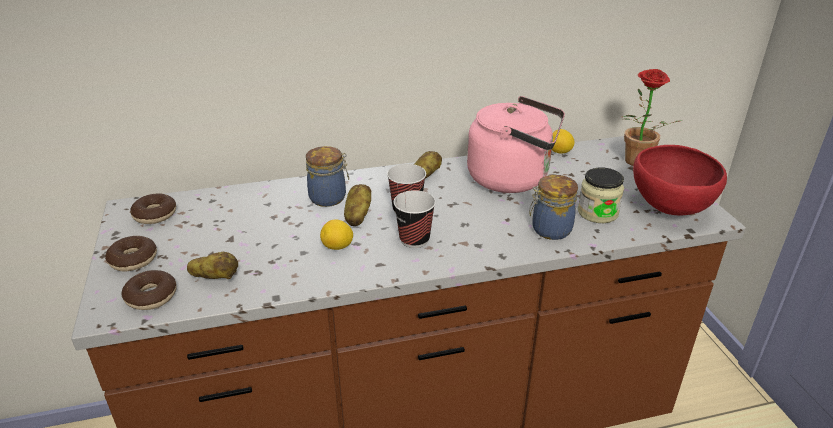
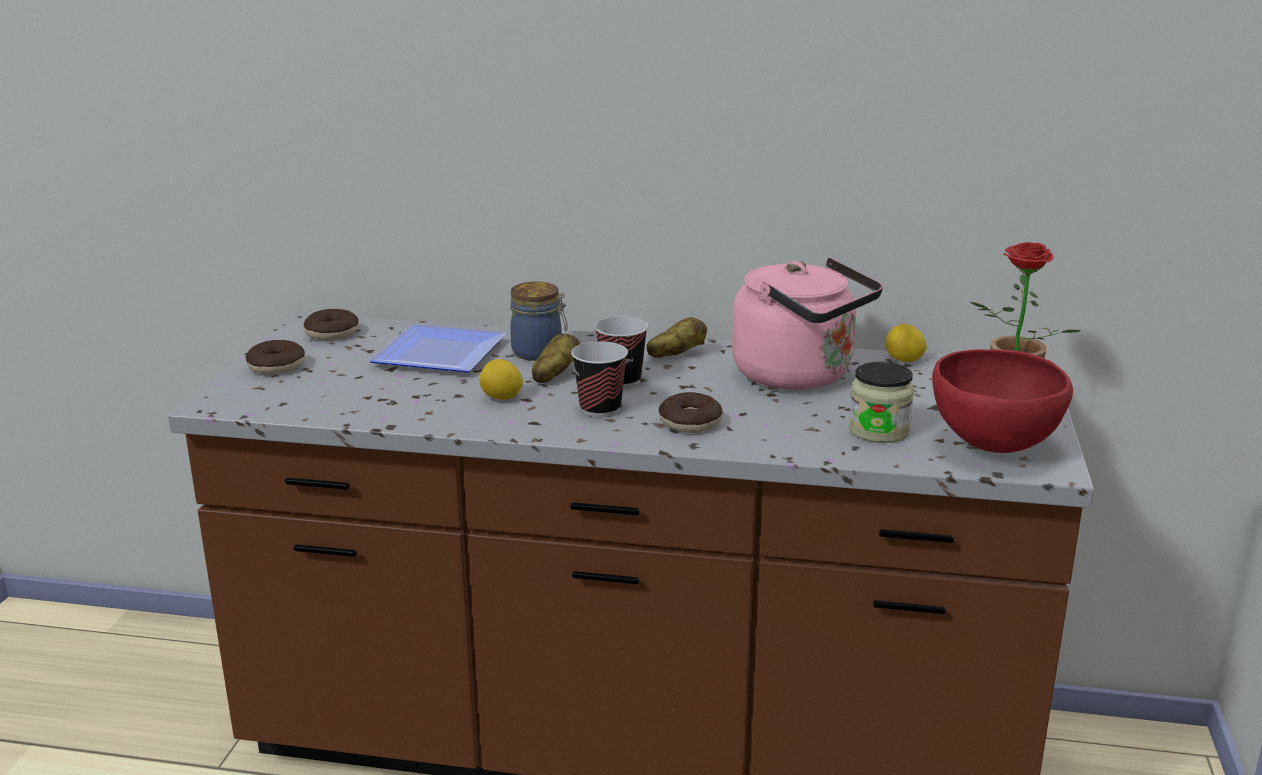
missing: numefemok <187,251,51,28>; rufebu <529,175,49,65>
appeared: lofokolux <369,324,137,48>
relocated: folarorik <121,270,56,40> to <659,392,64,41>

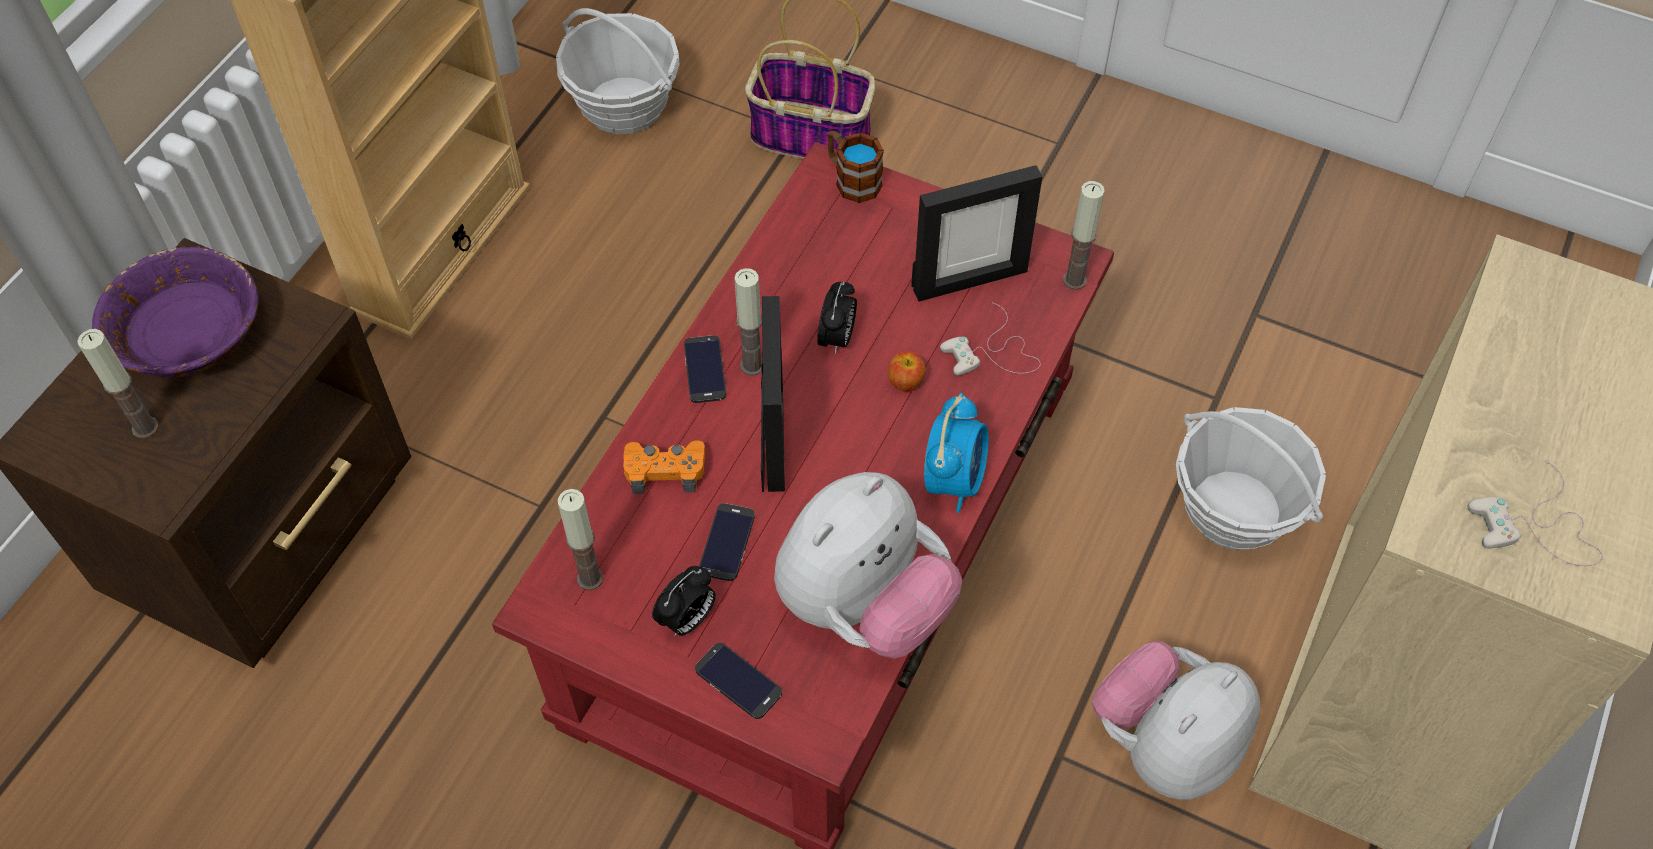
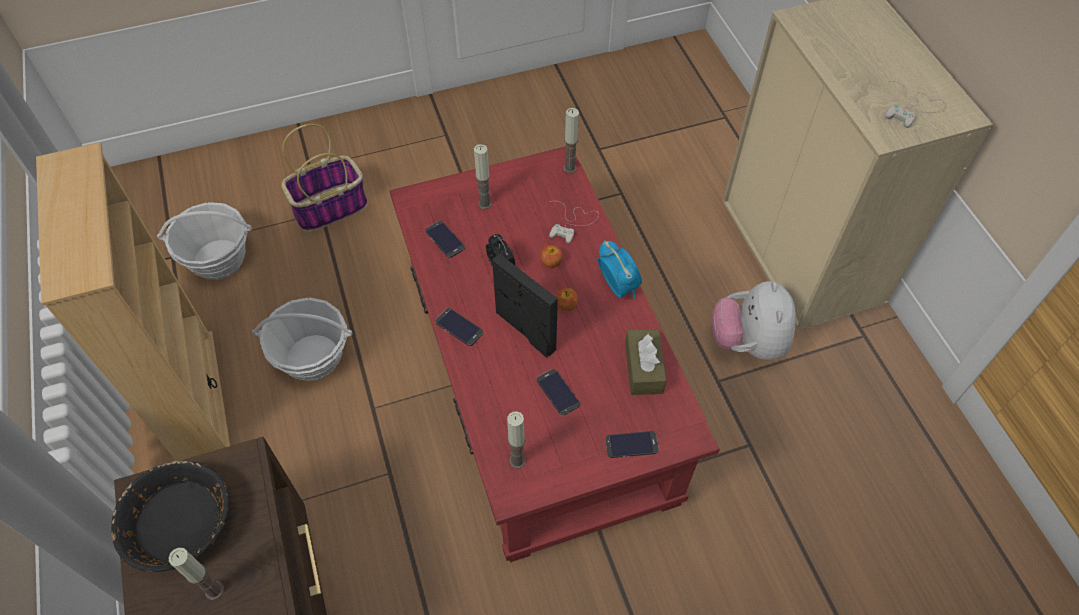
missing: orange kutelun <623,440,82,54>; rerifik <652,566,64,70>; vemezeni <827,131,57,72>; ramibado <911,165,131,137>
appeared: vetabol <425,221,40,37>; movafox <556,288,22,23>
relocated: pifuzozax <734,268,29,108> to <474,144,18,65>; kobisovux <1176,407,150,143> to <252,297,100,84>
exchanged: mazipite <774,472,188,187> to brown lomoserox <625,329,41,66>
colour: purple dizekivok <92,247,167,130> to black dizekivok <111,461,118,111>

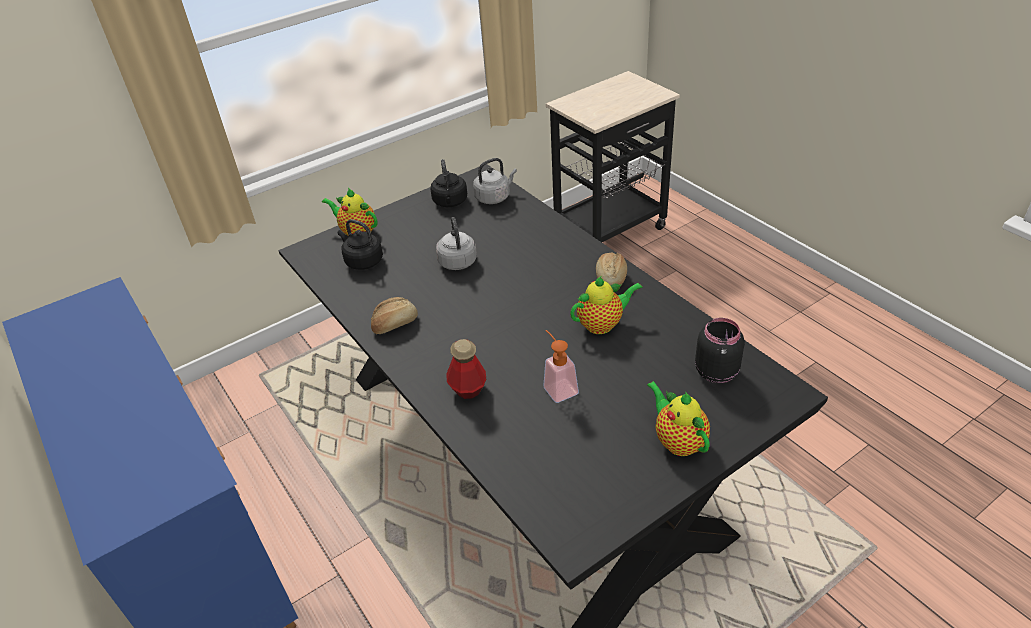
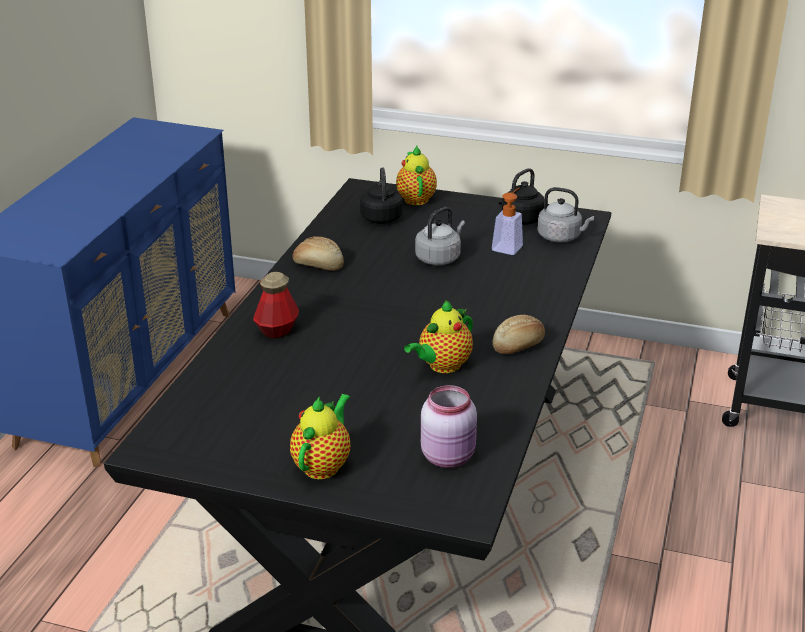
relocated: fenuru <543,330,36,73> to <492,188,31,67>
colour: black rufebu <695,318,50,65> to pink rufebu <421,385,56,83>
spun: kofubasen <570,276,73,58> = <404,300,69,73> 105 degrees clockwise

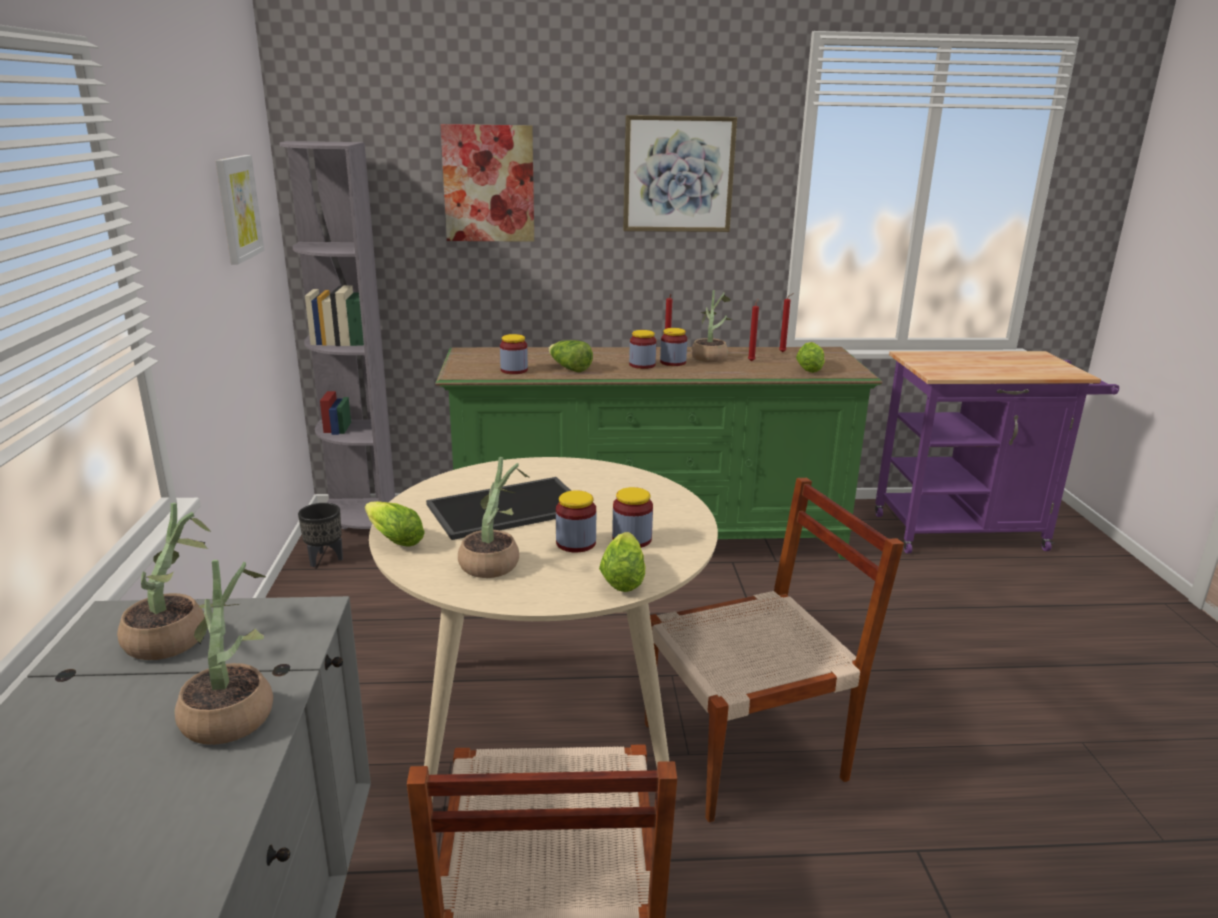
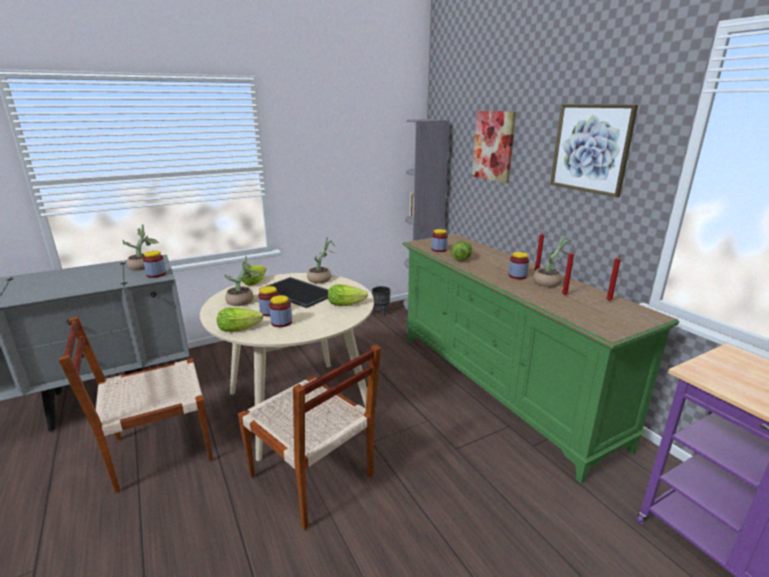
missing: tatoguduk <216,155,48,110>
relocated: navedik <174,560,99,185> to <307,237,29,47>; rufebu <629,330,27,39> to <143,251,23,27>; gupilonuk <796,342,29,31> to <328,284,40,22>

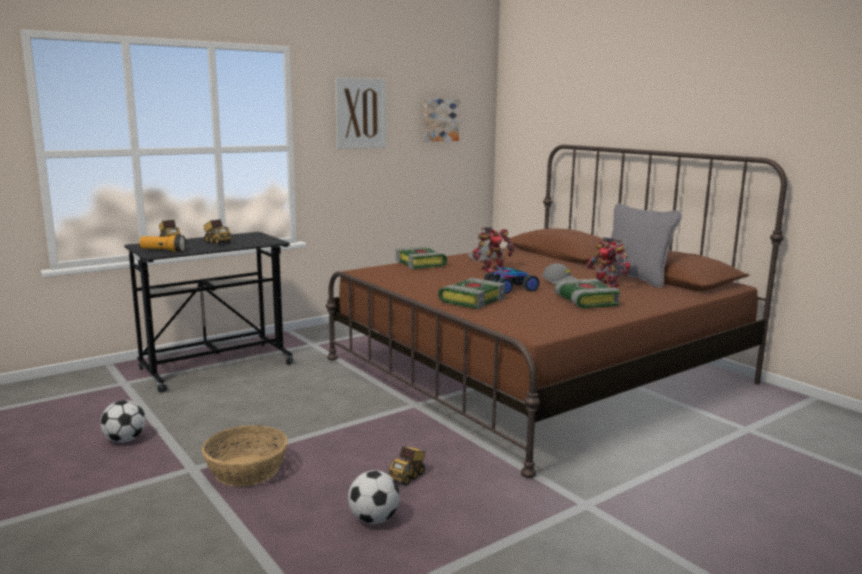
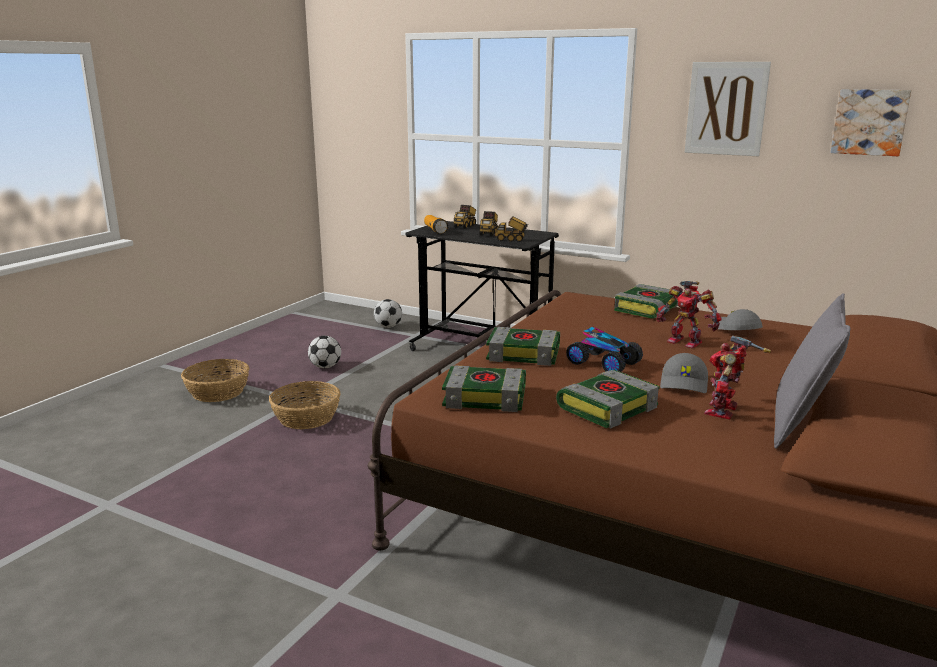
appeared: kobisovux <181,359,68,43>; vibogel <442,365,84,47>
relocated: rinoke <348,470,52,54> to <374,299,28,29>; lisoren <388,446,38,40> to <495,217,33,25>

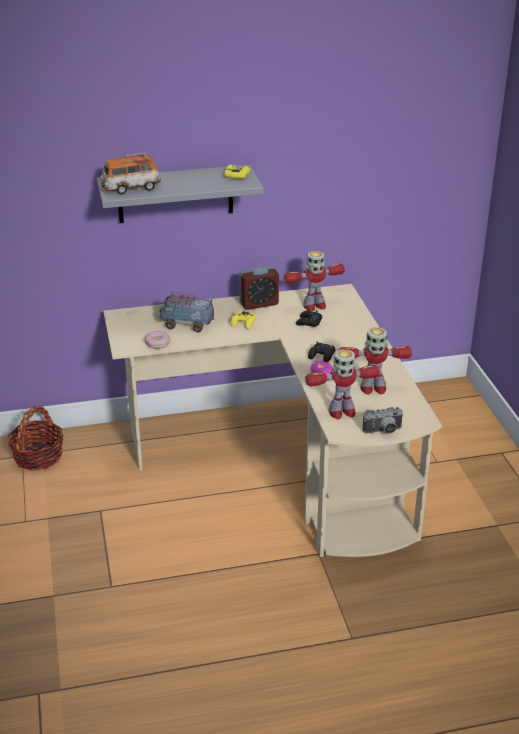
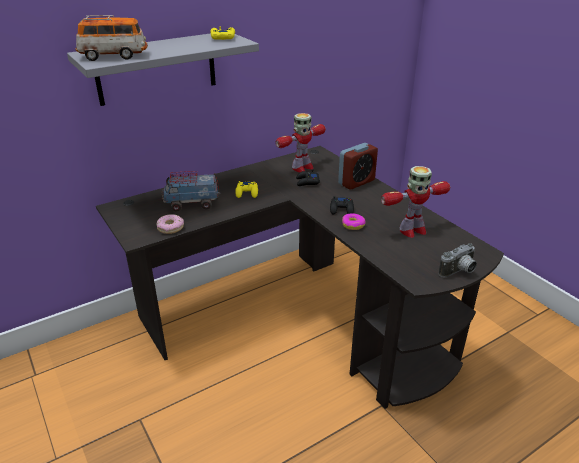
missing: kobisovux <8,406,55,65>; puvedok <305,349,75,70>
relocated: rerifik <239,266,40,44> to <338,143,40,46>
colour: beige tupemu <103,284,339,273> to black tupemu <96,146,408,263>
spun: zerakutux <101,153,60,41> = <75,15,73,46> 150 degrees counterclockwise

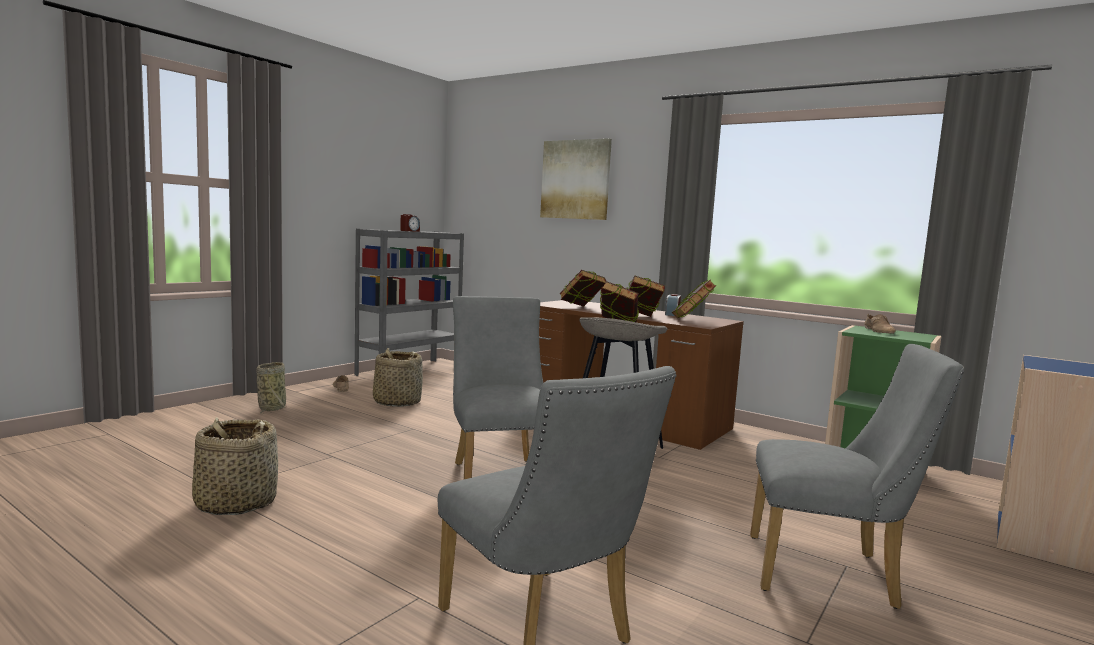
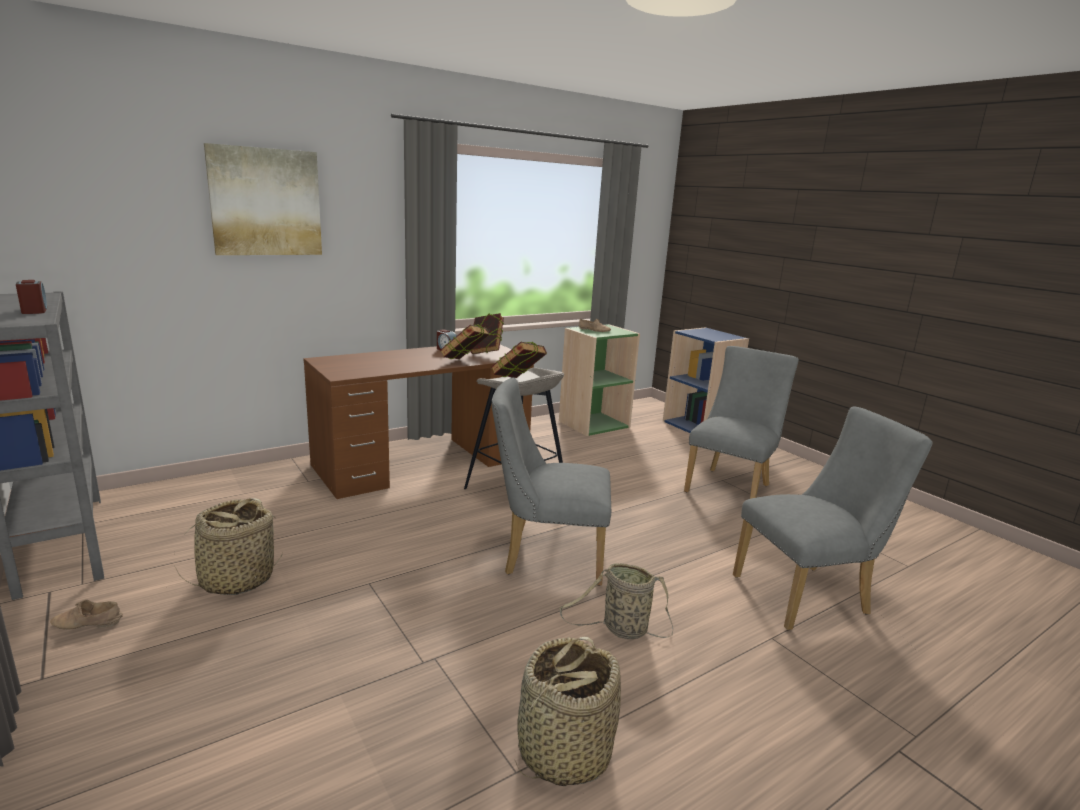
missing: vibogel <560,270,46,37>
relocated: kobisovux <256,362,30,52> to <559,563,114,76>

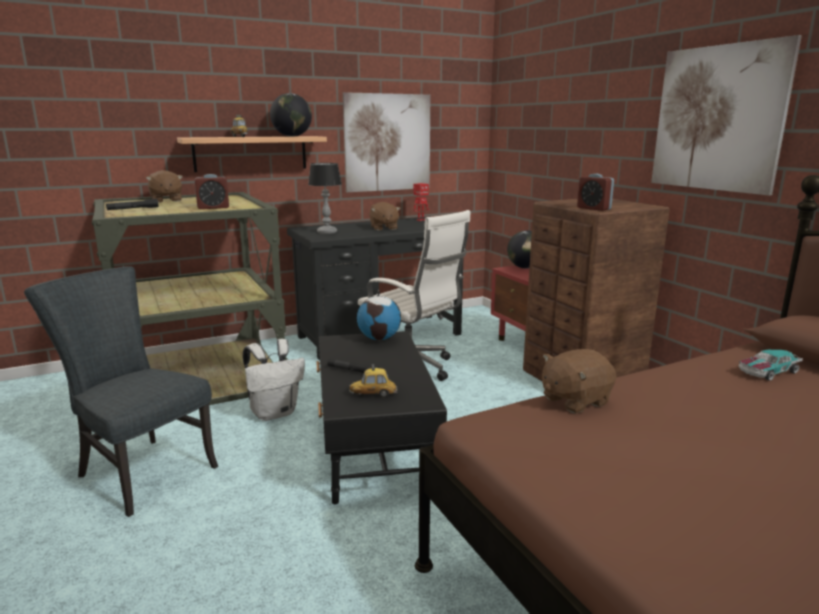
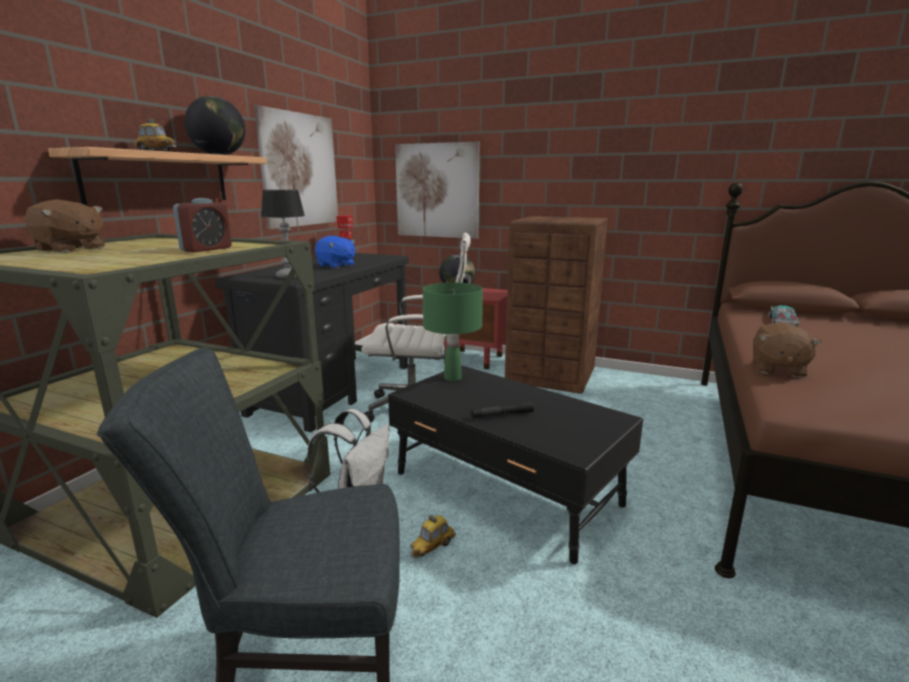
missing: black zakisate <106,199,52,11>; rerifik <577,174,37,37>
relocated: zerakutux <349,364,49,33> to <410,515,46,44>; tatoguduk <651,35,151,160> to <395,142,85,97>
exchanged: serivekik <357,290,44,50> to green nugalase <423,282,60,99>
colour: brown mazipite <369,202,32,28> to blue mazipite <315,236,40,32>

